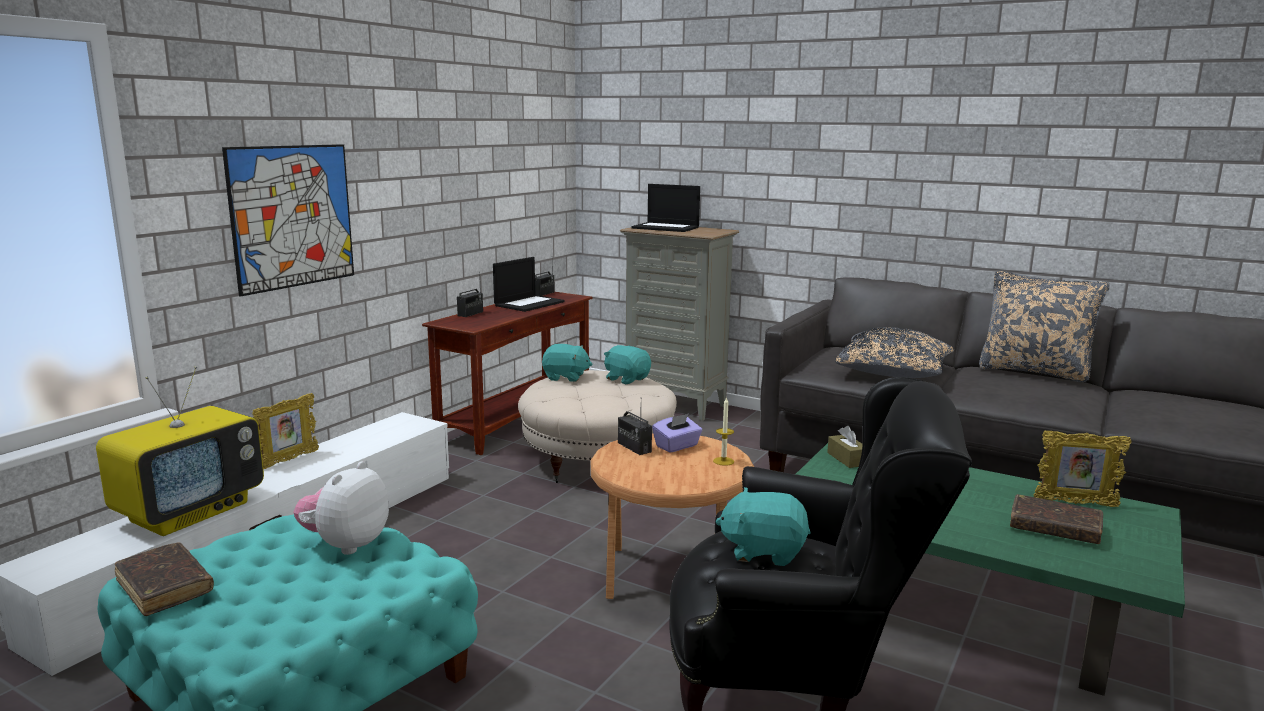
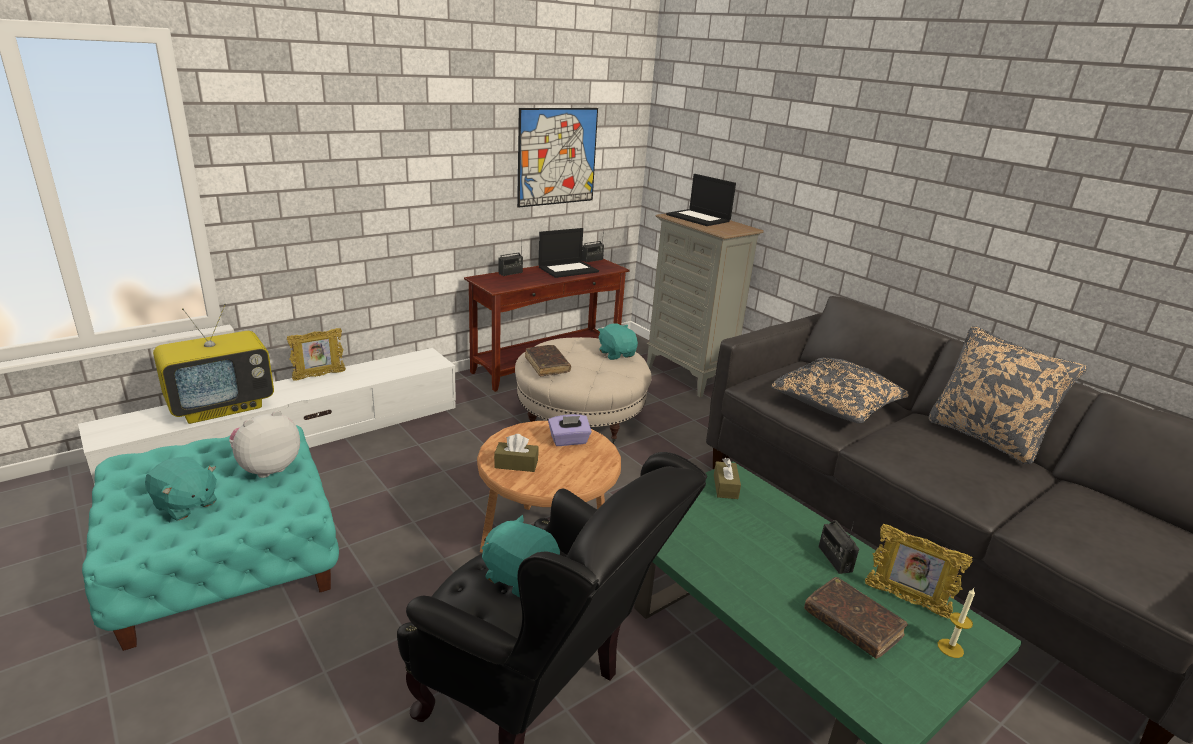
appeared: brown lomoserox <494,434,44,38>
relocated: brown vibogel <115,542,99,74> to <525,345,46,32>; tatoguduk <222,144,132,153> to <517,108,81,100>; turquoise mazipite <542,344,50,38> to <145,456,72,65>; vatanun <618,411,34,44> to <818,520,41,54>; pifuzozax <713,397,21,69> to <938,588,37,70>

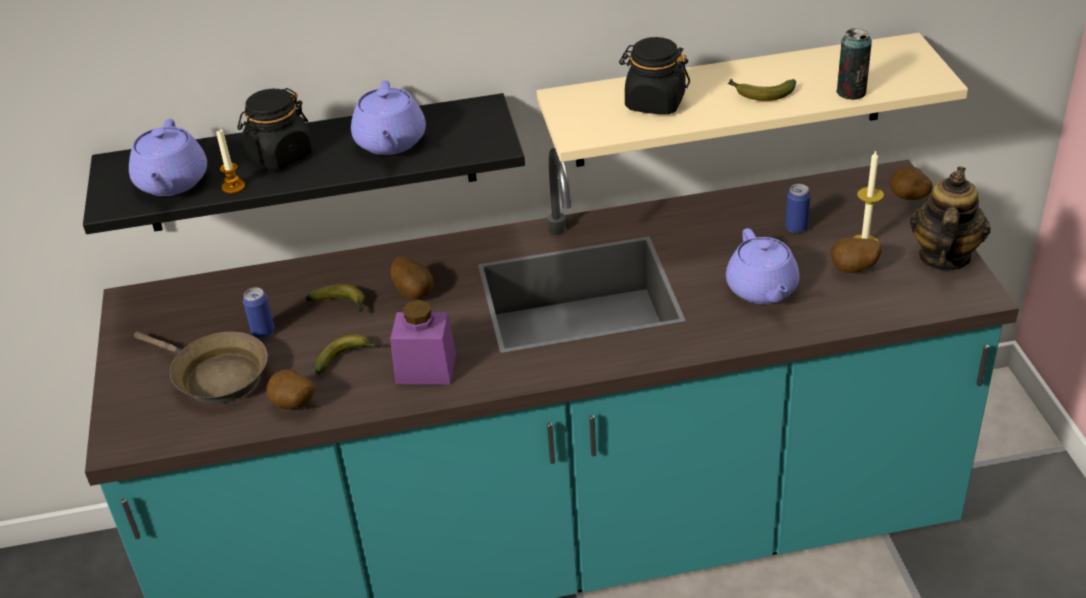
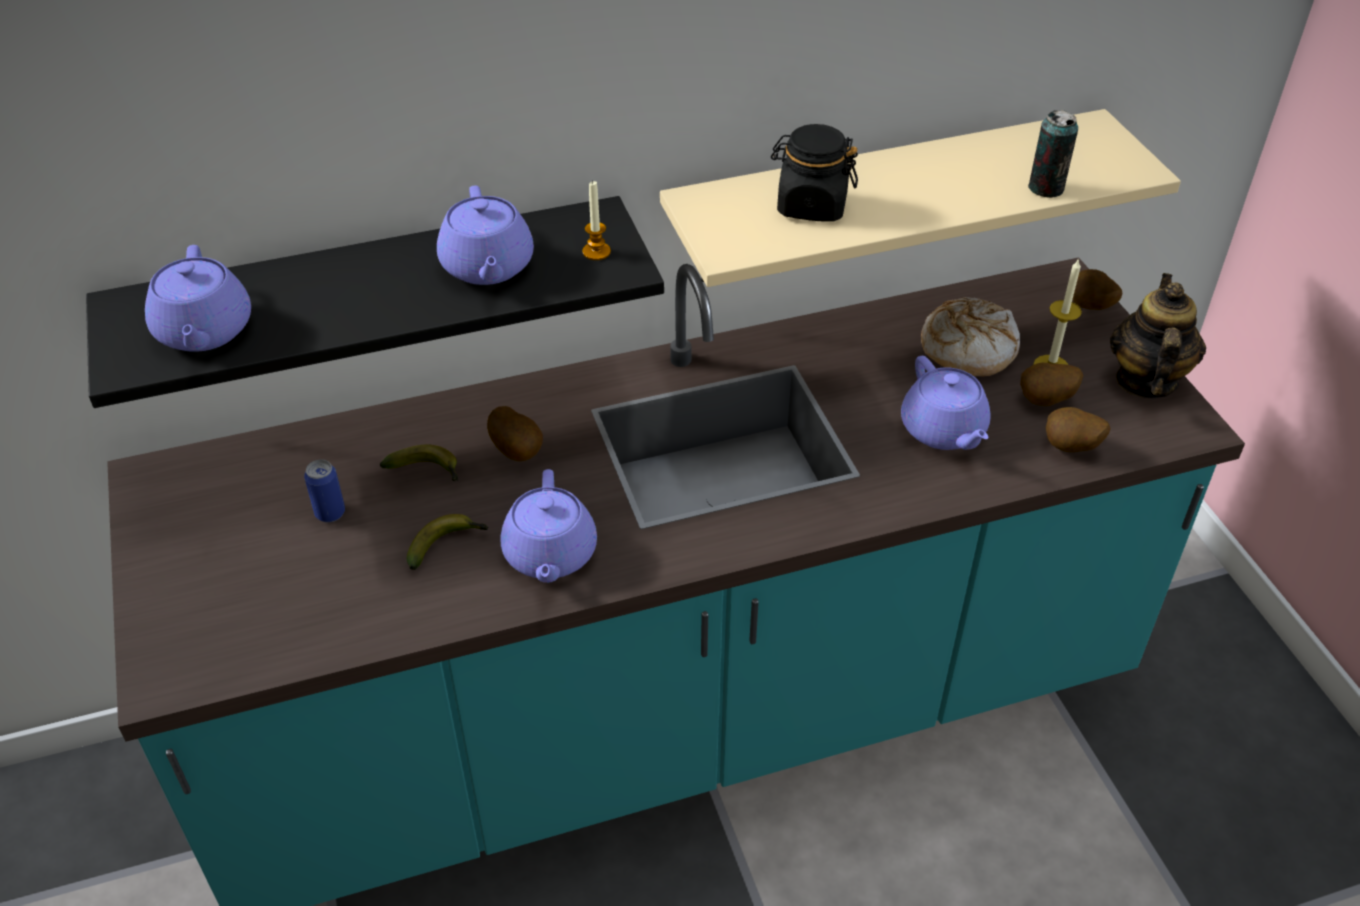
missing: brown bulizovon <134,331,134,73>; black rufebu <237,88,76,82>; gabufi <728,79,68,22>
relocated: pifuzozax <216,130,29,64> to <583,181,28,79>; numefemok <266,369,49,40> to <1045,407,66,45>
exchanged: purple rufebu <390,300,66,84> to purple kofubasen <500,469,97,114>; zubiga <785,184,26,49> to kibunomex <921,297,99,80>

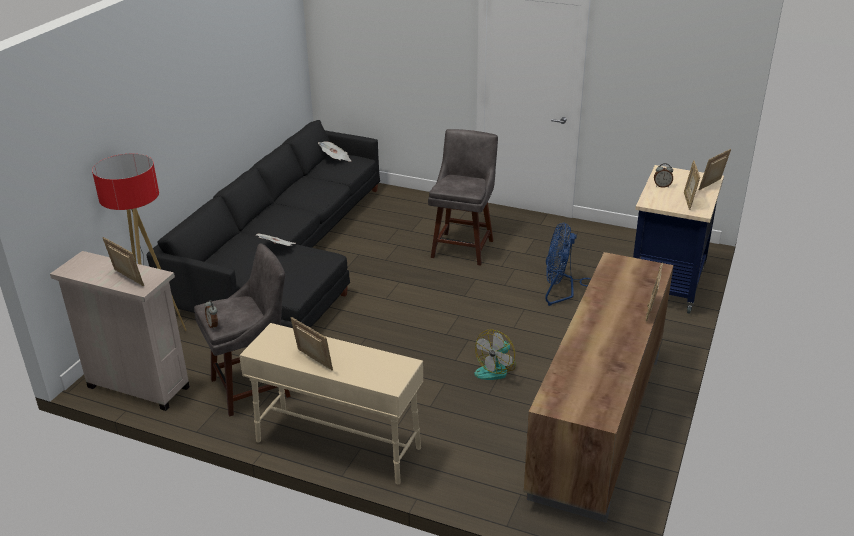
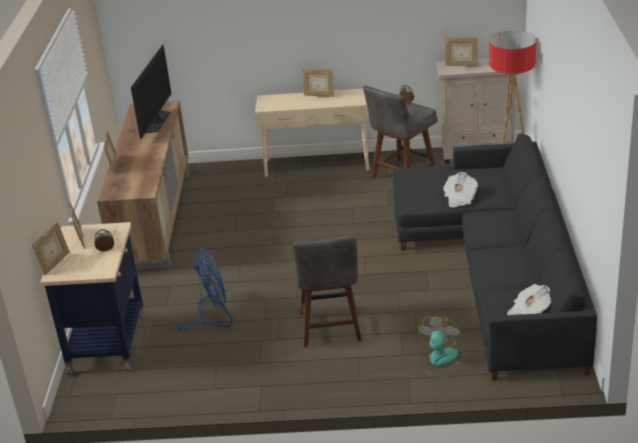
appeared: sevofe <131,45,41,94>
relocated: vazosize <474,329,42,51> to <417,315,49,62>

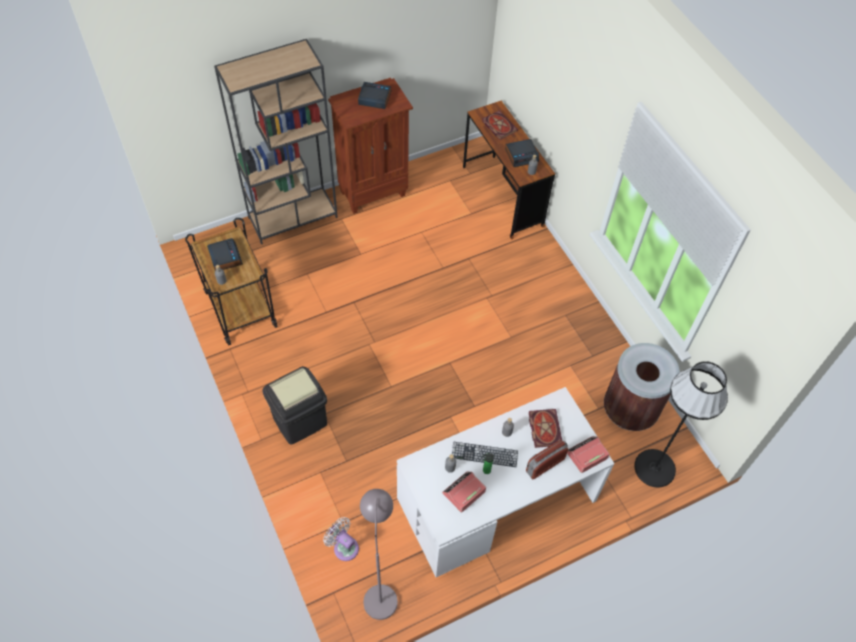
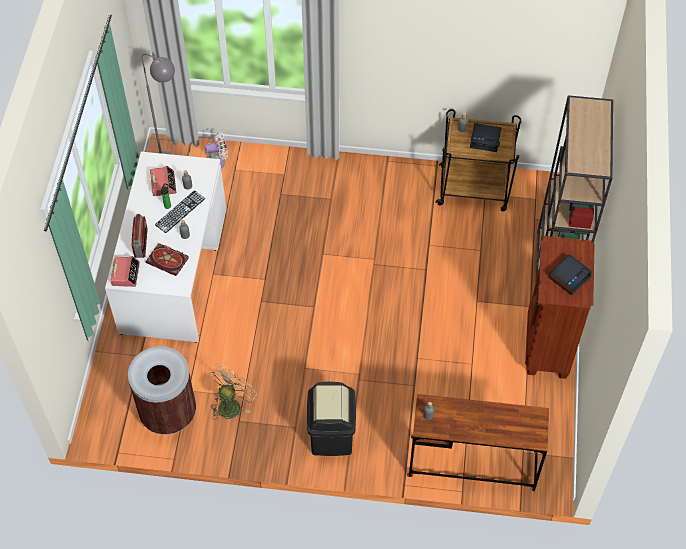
missing: vibogel <482,110,36,30>; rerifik <505,139,34,28>; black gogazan <634,361,94,127>
appeared: beige vazosize <210,366,47,54>
relocated: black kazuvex <262,366,65,79> to <307,382,49,74>

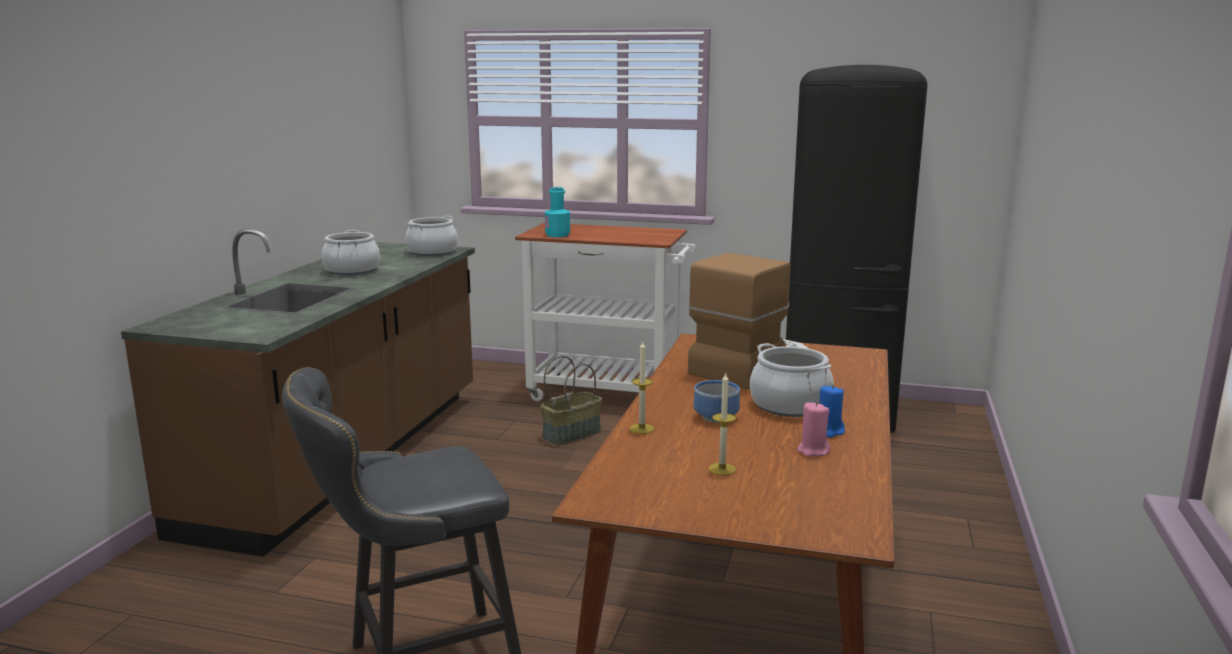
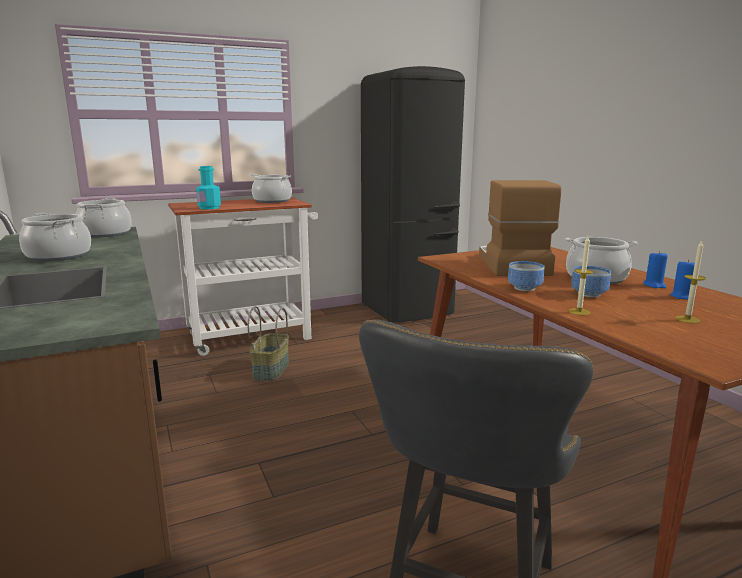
appeared: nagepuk <252,174,40,29>; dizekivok <508,261,36,30>
colour: pink pifuzozax <797,402,33,55> to blue pifuzozax <670,259,25,41>

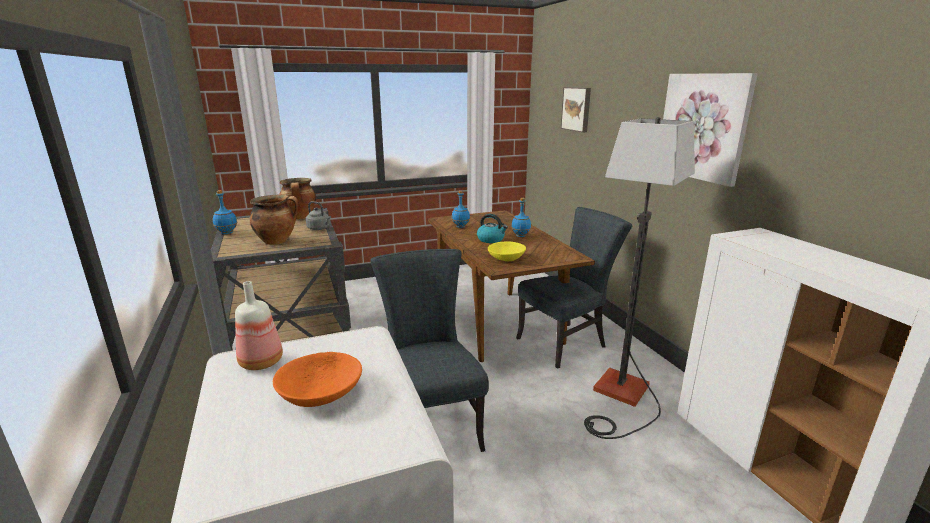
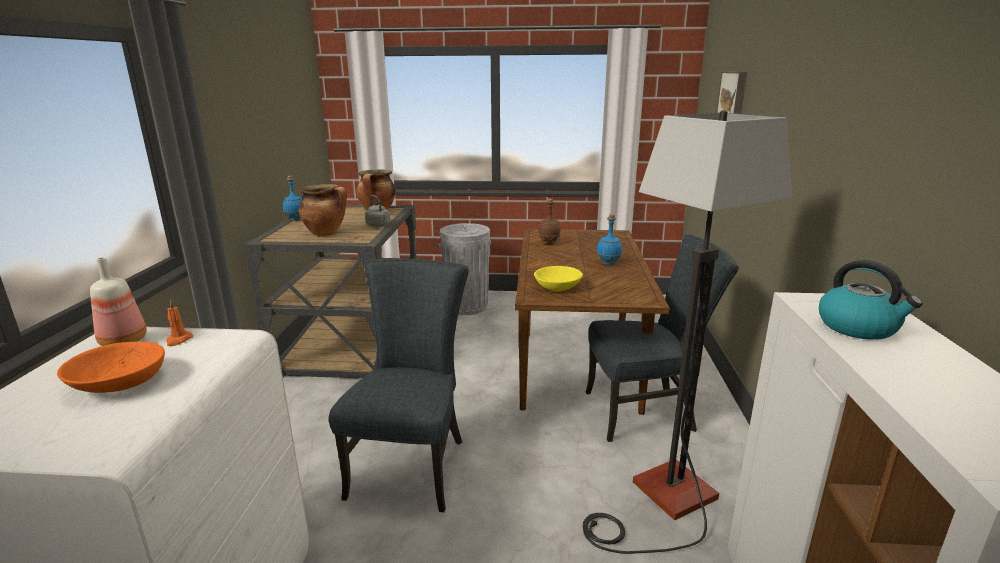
missing: tatoguduk <663,73,94,114>
appeared: orange pifuzozax <166,300,27,46>; grey kazuvex <438,223,53,92>
relocated: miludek <477,214,31,29> to <819,260,104,80>
colour: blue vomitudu <452,191,18,37> to brown vomitudu <538,199,23,46>

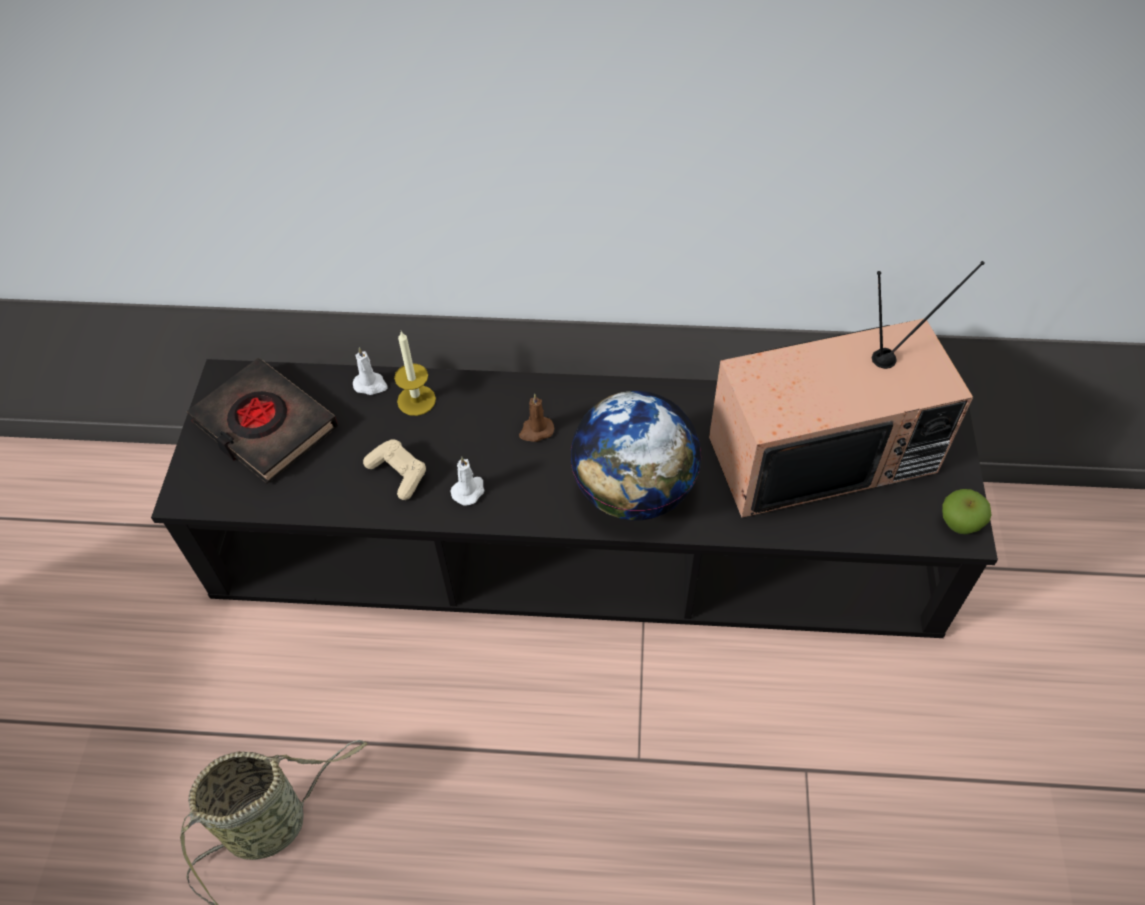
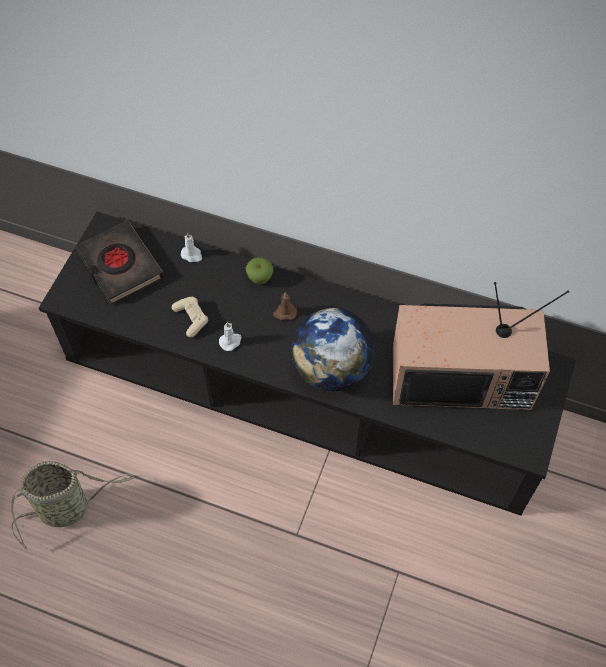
missing: pifuzozax <394,331,42,85>
relocated: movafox <942,489,50,45> to <246,257,28,28>

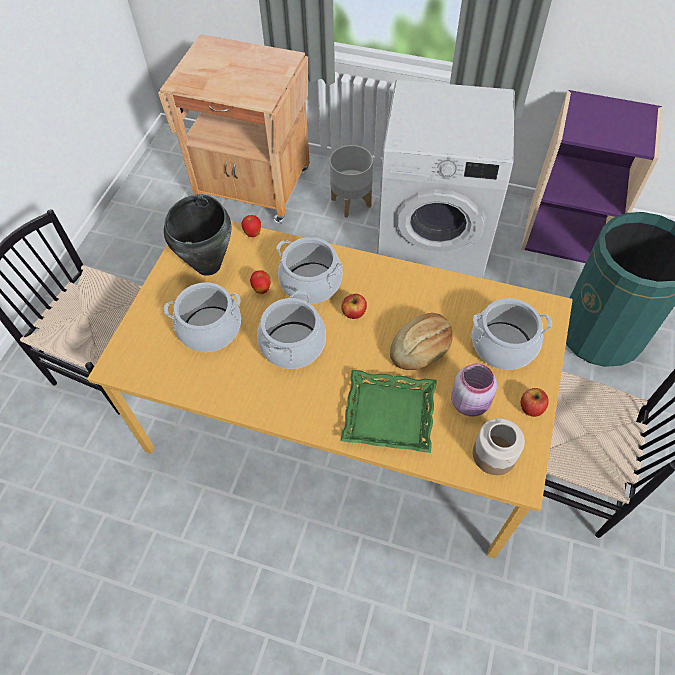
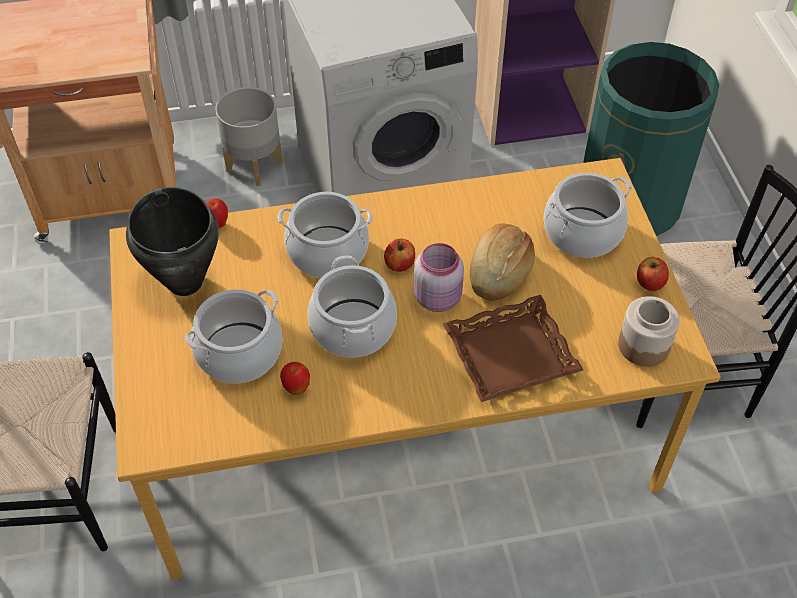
relocated: movafox <250,270,20,24> to <280,362,30,33>; pink rufebu <451,363,46,54> to <414,243,50,69>
colour: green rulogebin <340,370,97,83> to brown rulogebin <443,295,140,107>

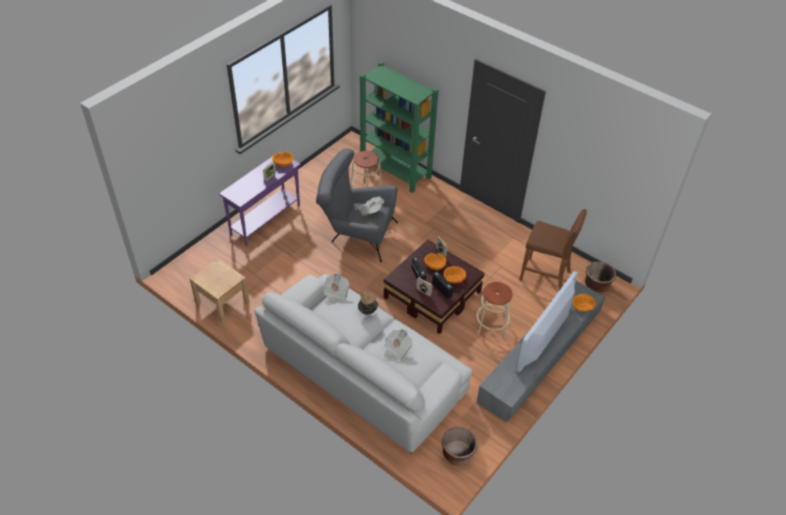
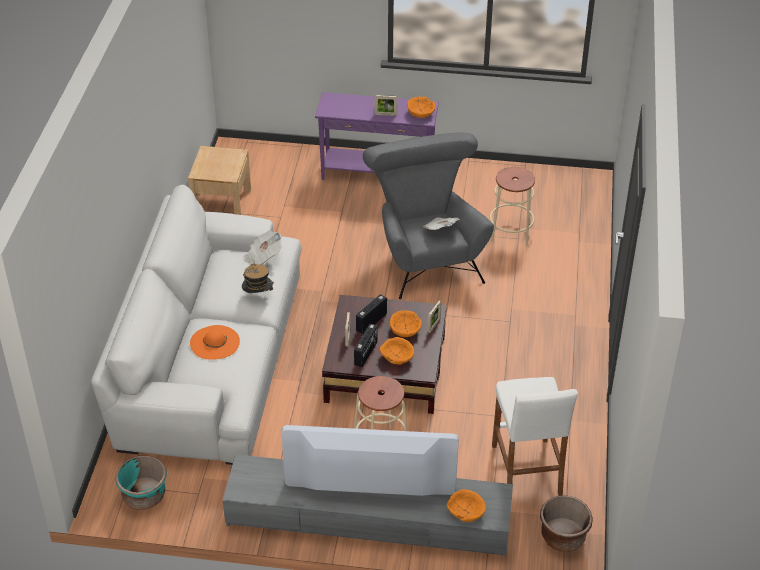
missing: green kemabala <360,62,78,131>
exchanged: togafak <384,329,28,32> to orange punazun <190,325,50,35>
colour: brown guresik <442,427,35,39> to turquoise guresik <115,455,52,55>; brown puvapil <520,209,67,82> to white puvapil <492,377,86,119>

